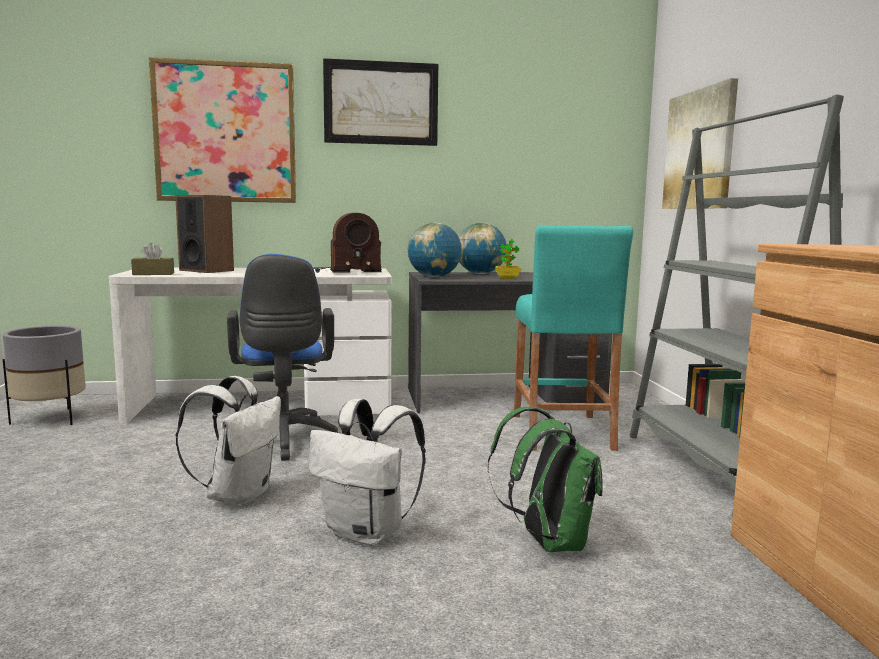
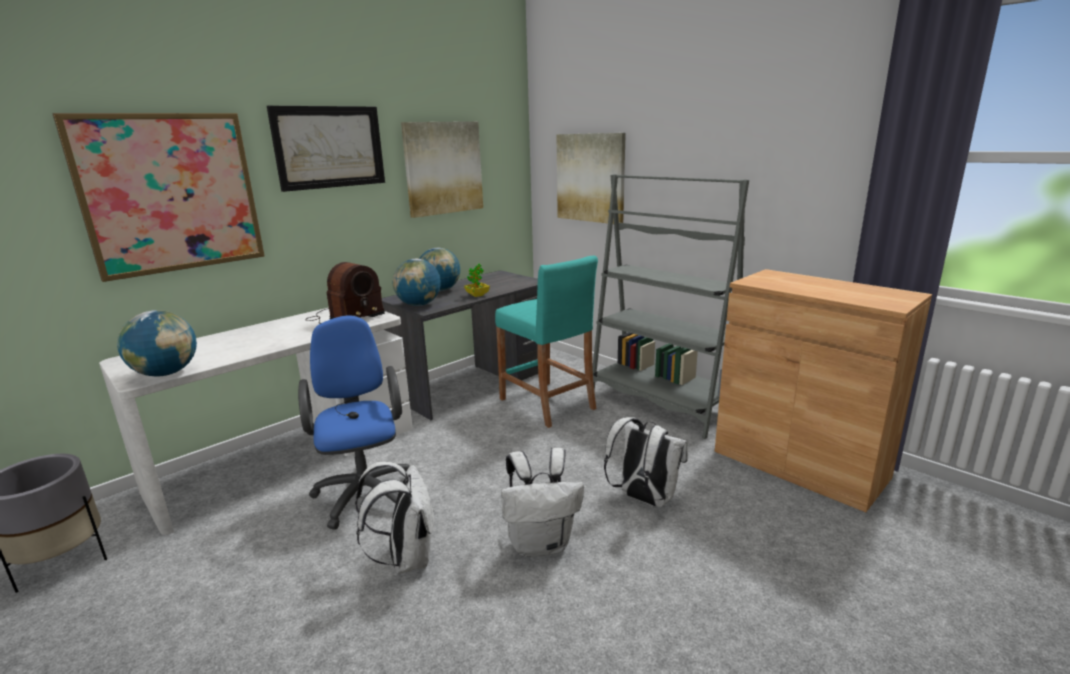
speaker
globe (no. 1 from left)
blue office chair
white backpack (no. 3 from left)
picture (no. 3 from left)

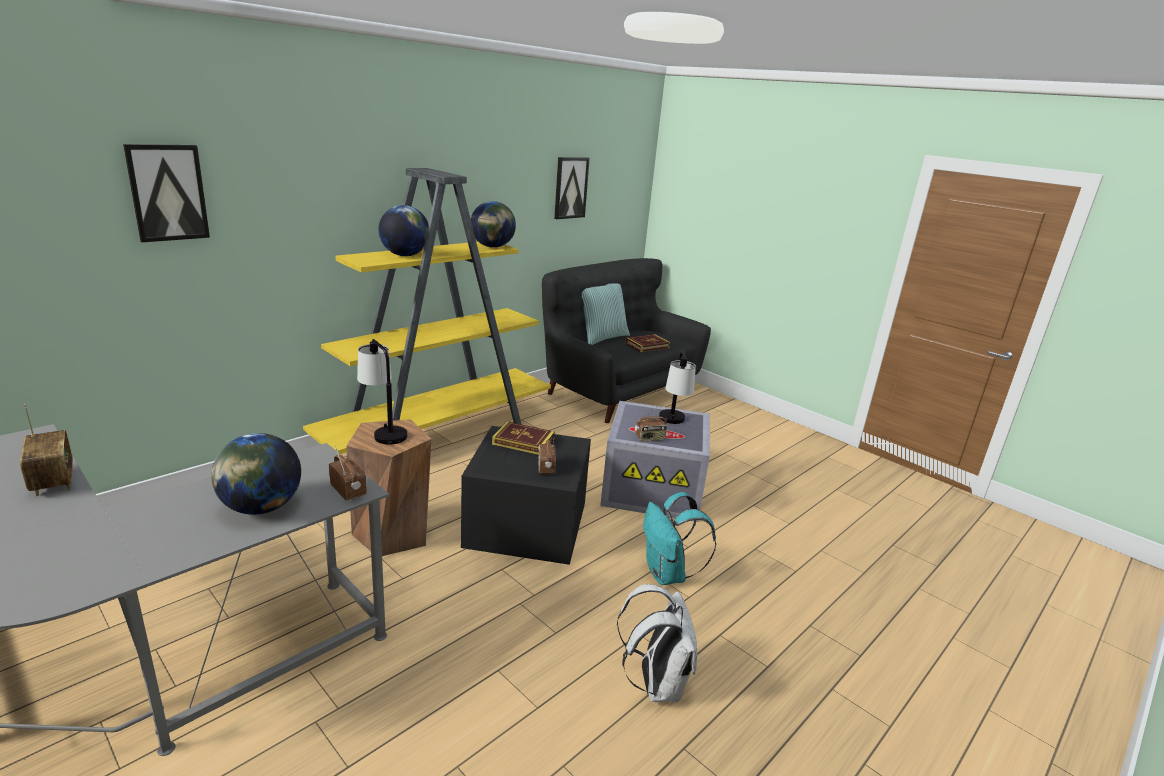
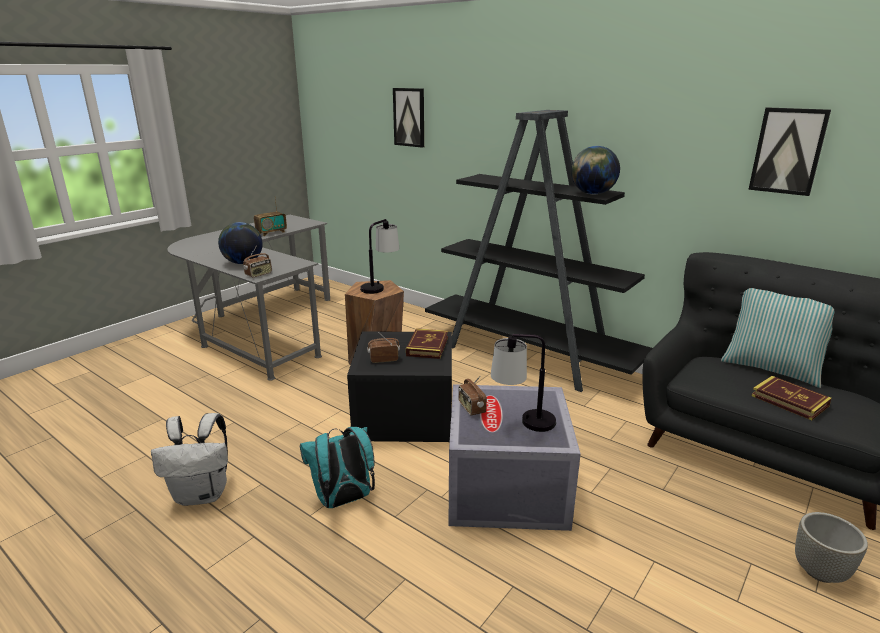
black bookcase
globe (no. 2 from left in the first image)
grey planter

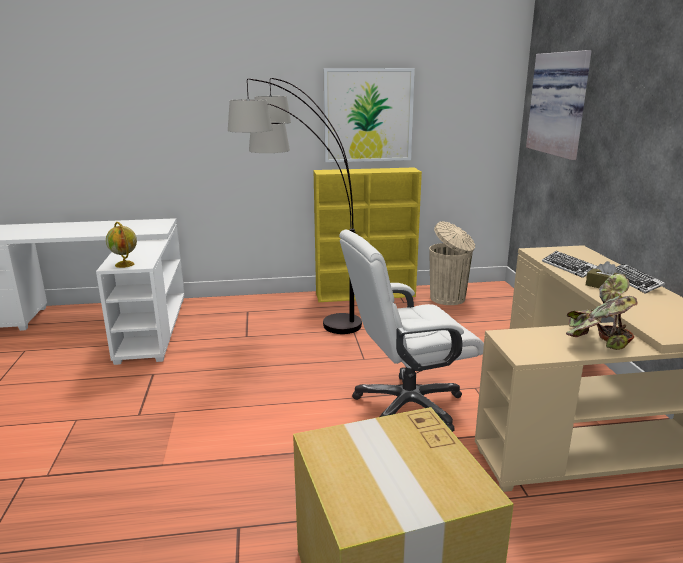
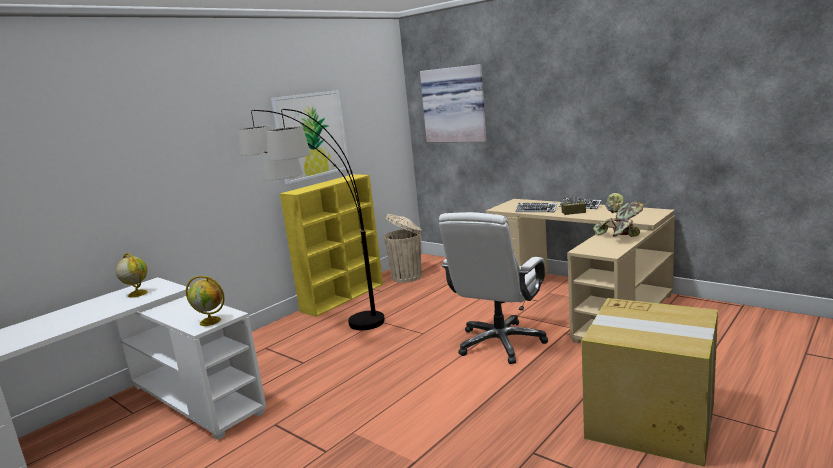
globe (no. 1 from left)

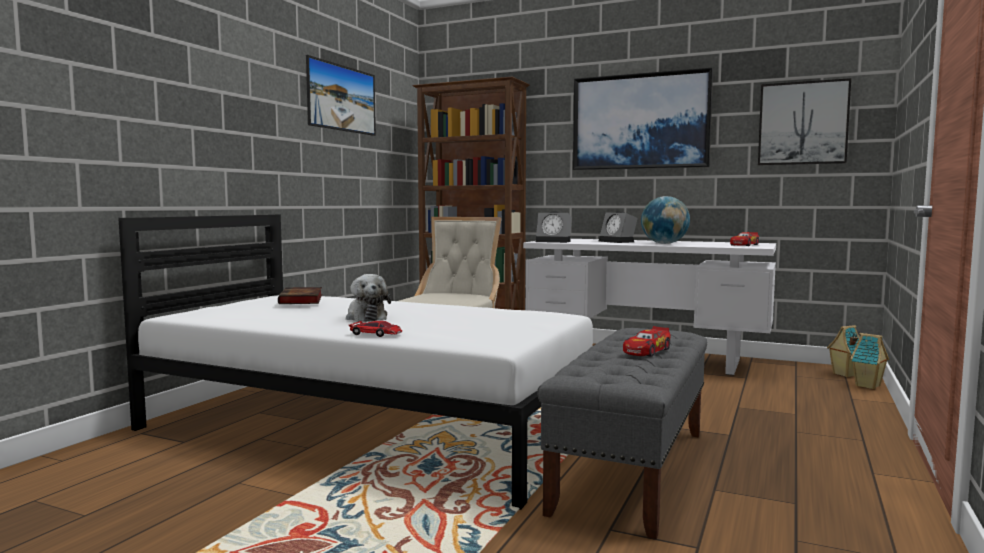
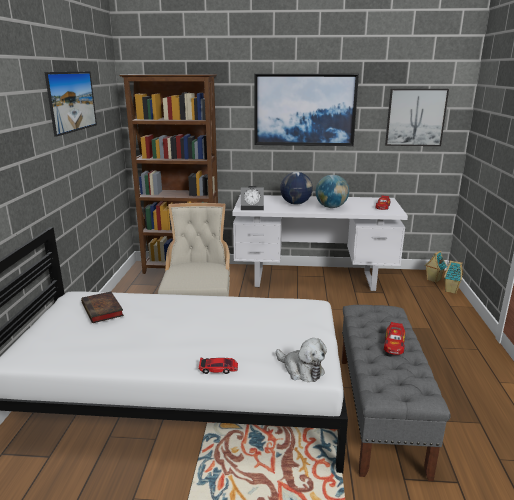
globe (no. 1 from left)
plush toy

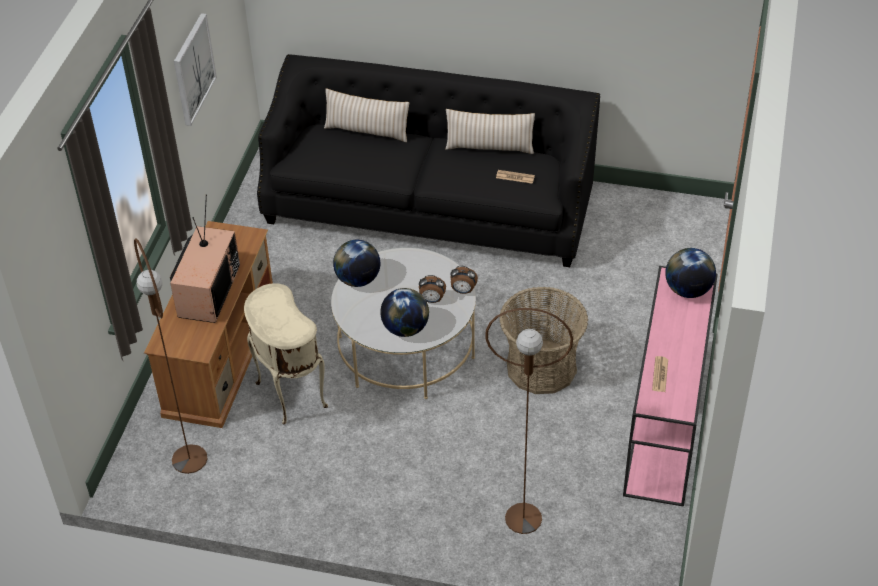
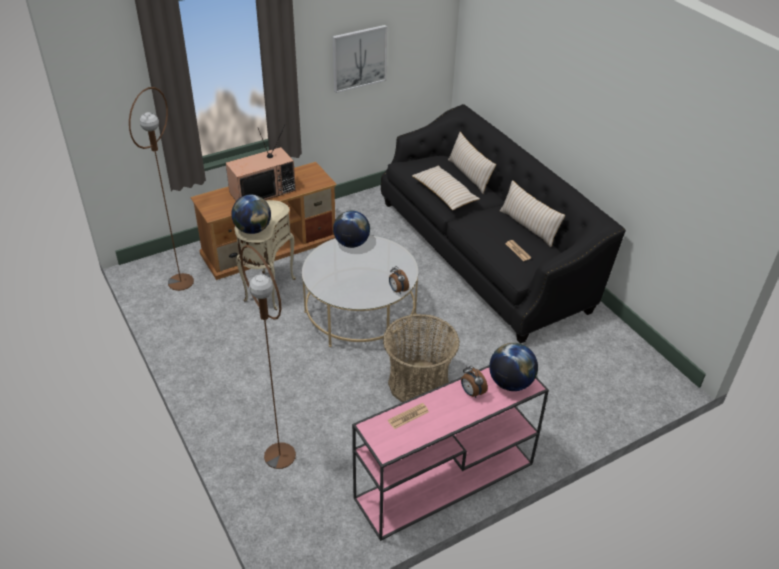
alarm clock (no. 2 from left)
globe (no. 1 from left)
beige pillow (no. 1 from left)

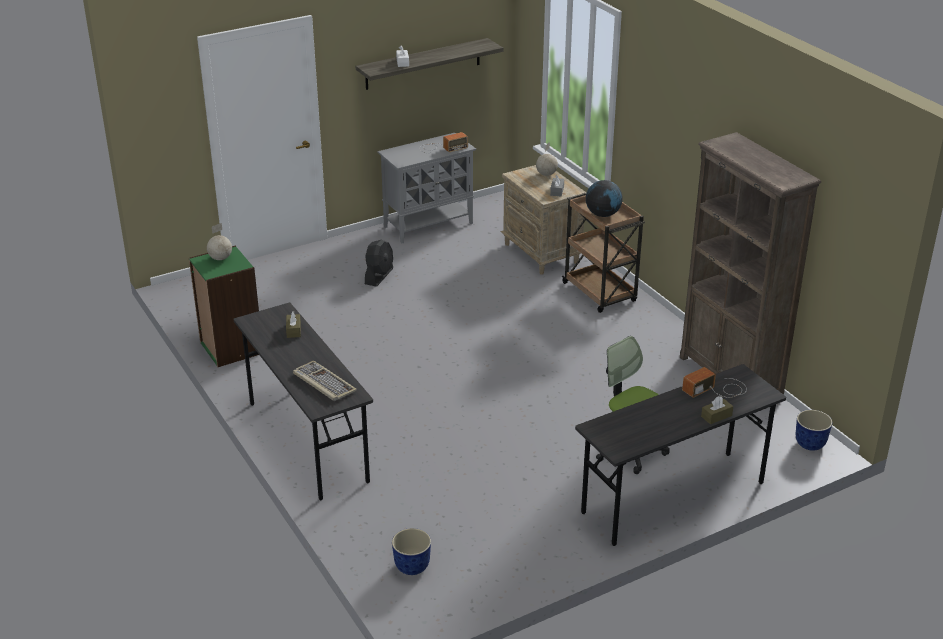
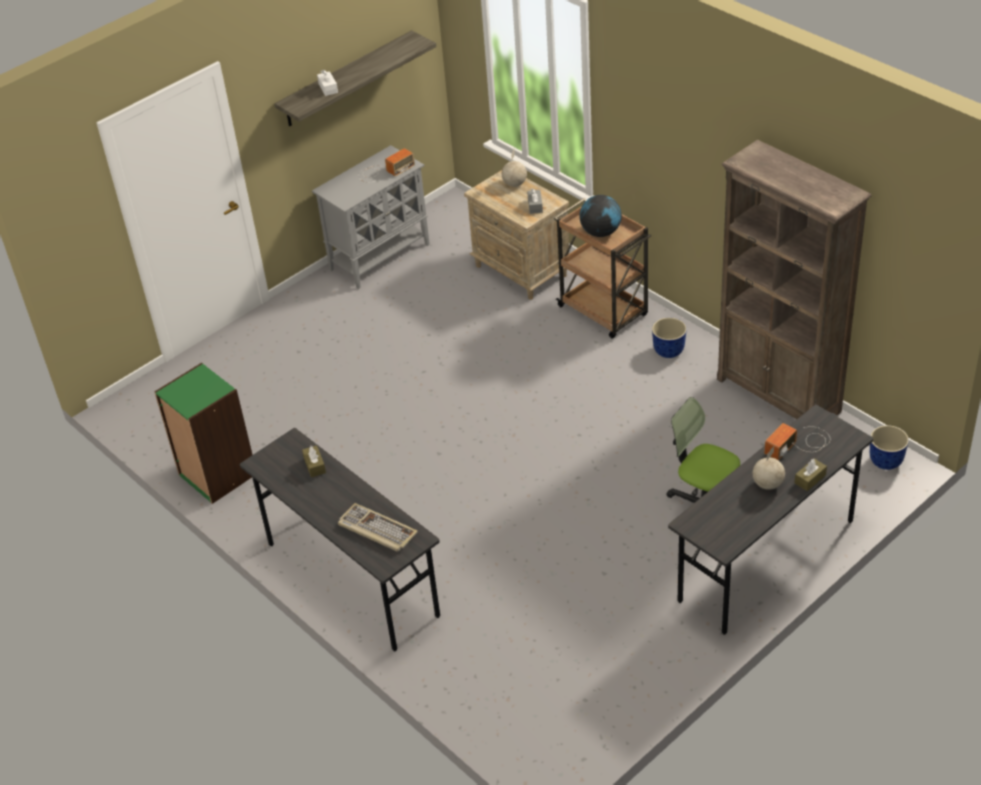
globe (no. 3 from left)
black fan
planter (no. 1 from left)

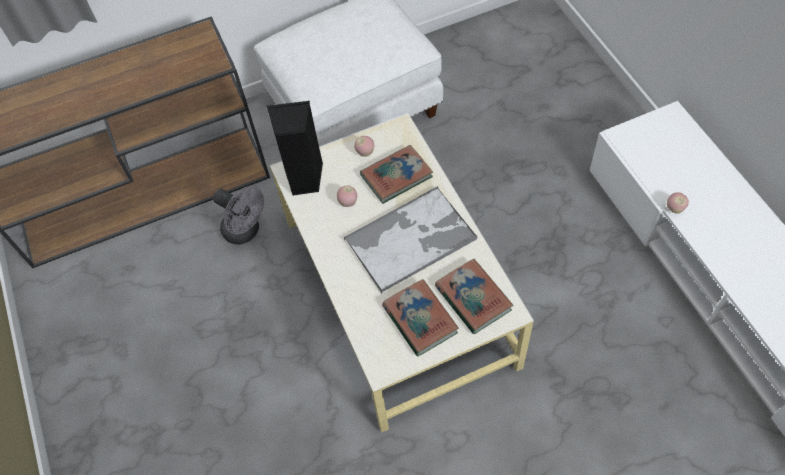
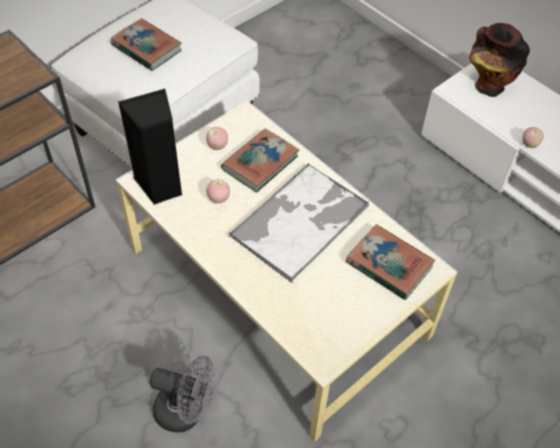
grey fan
book (no. 1 from left)
vase

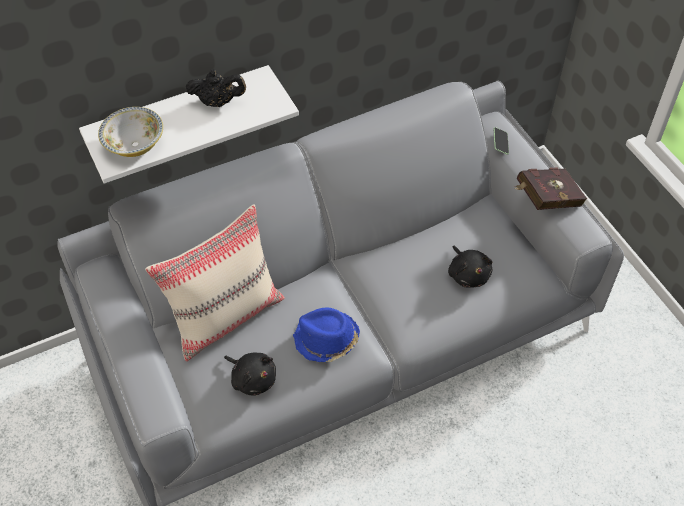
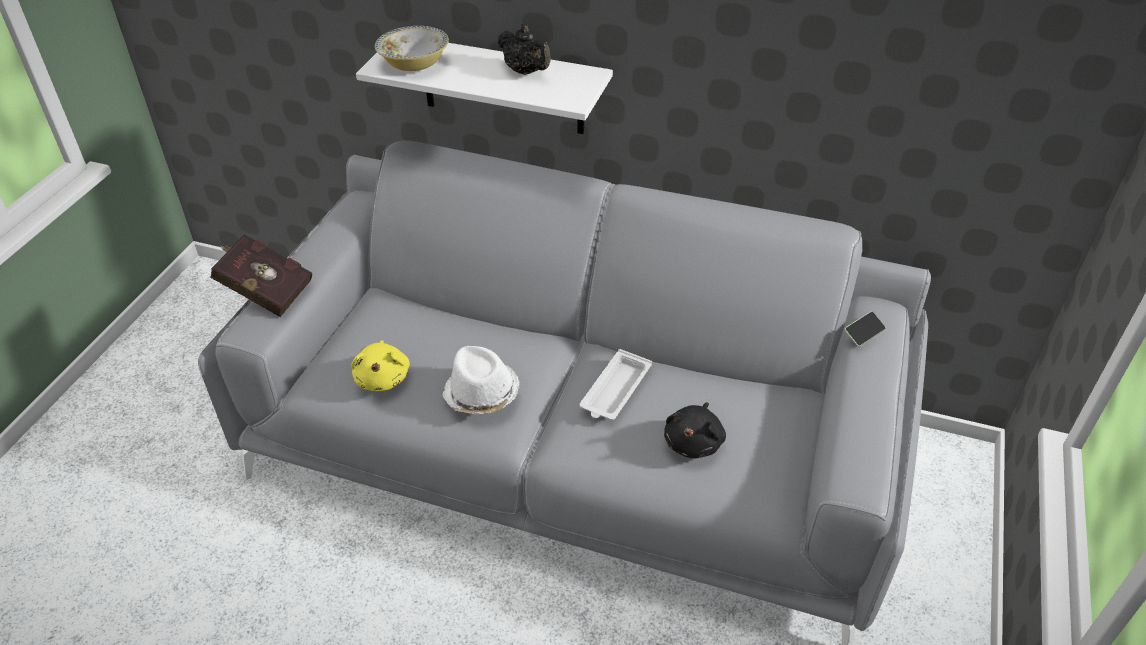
red book
beige pillow
white hat
yellow plush toy
white tray

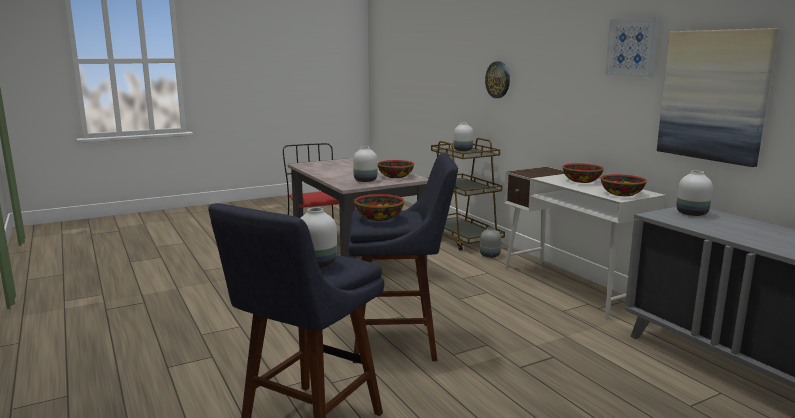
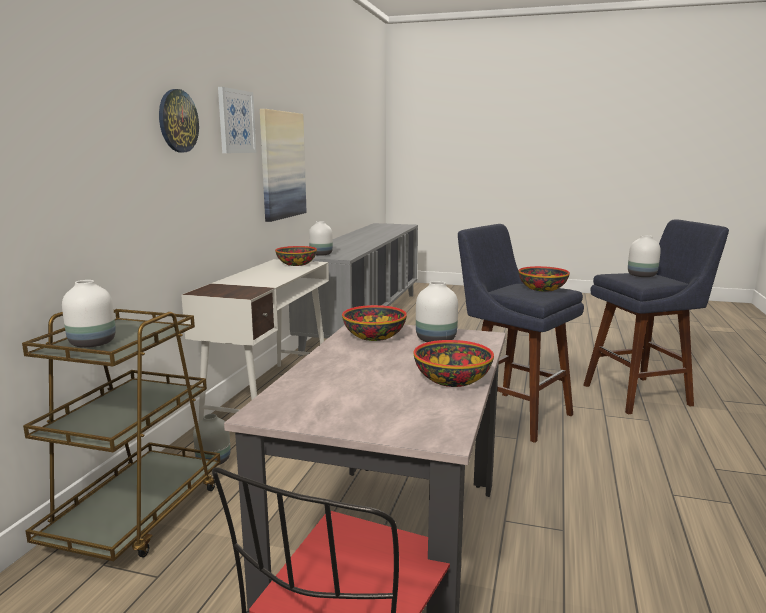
wall clock
bowl (no. 3 from left)

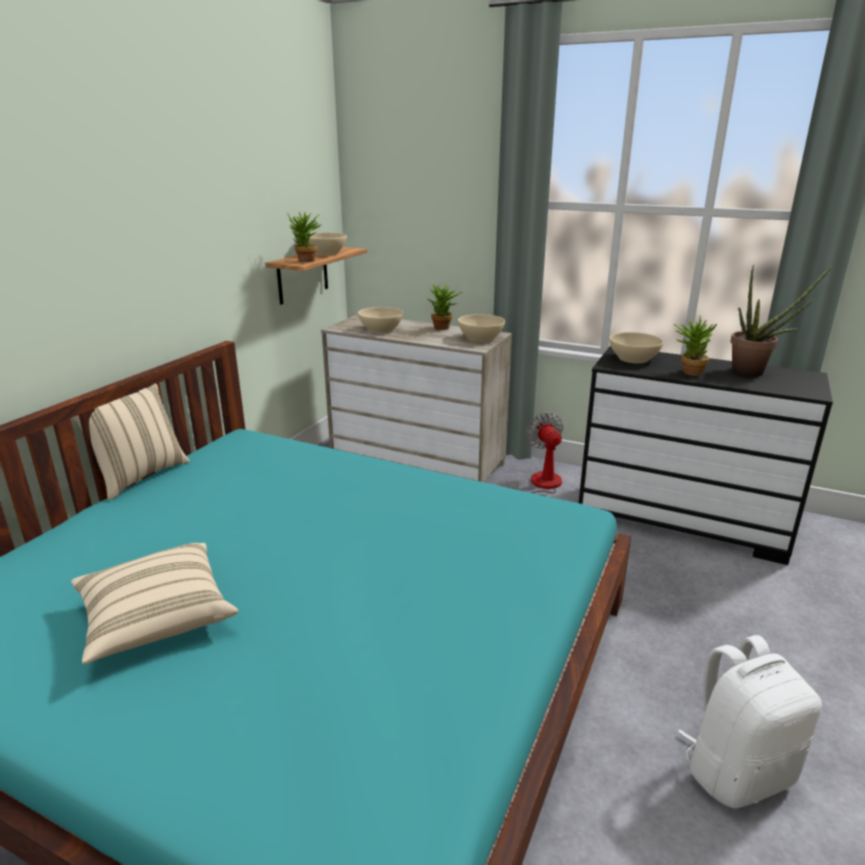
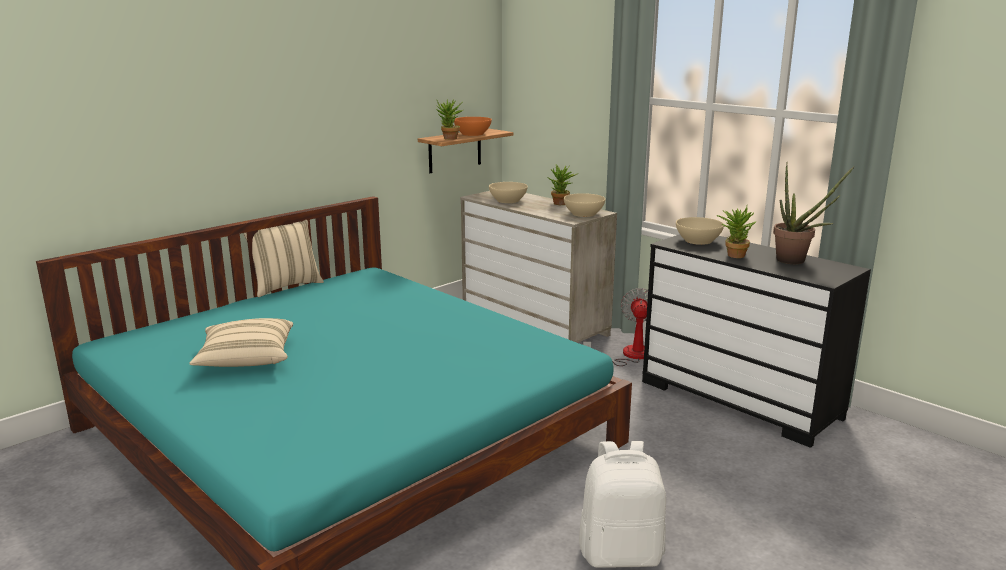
orange bowl

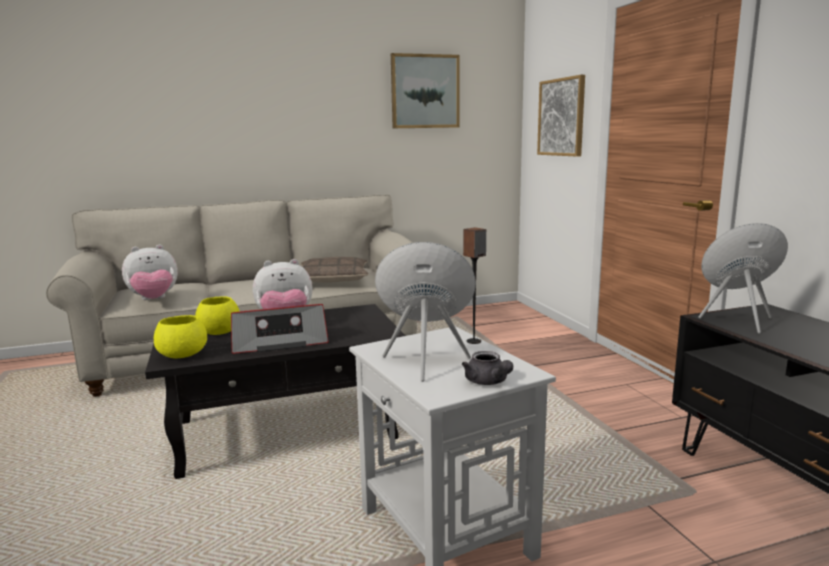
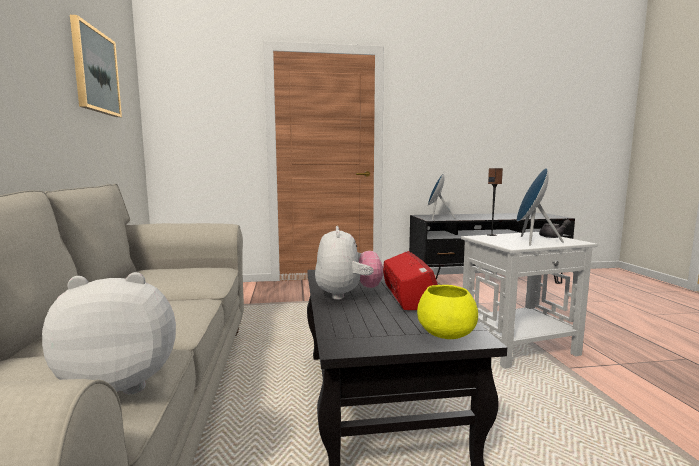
picture (no. 2 from left in the first image)
plush toy (no. 1 from left)
pillow
yellow bowl (no. 2 from left in the first image)

